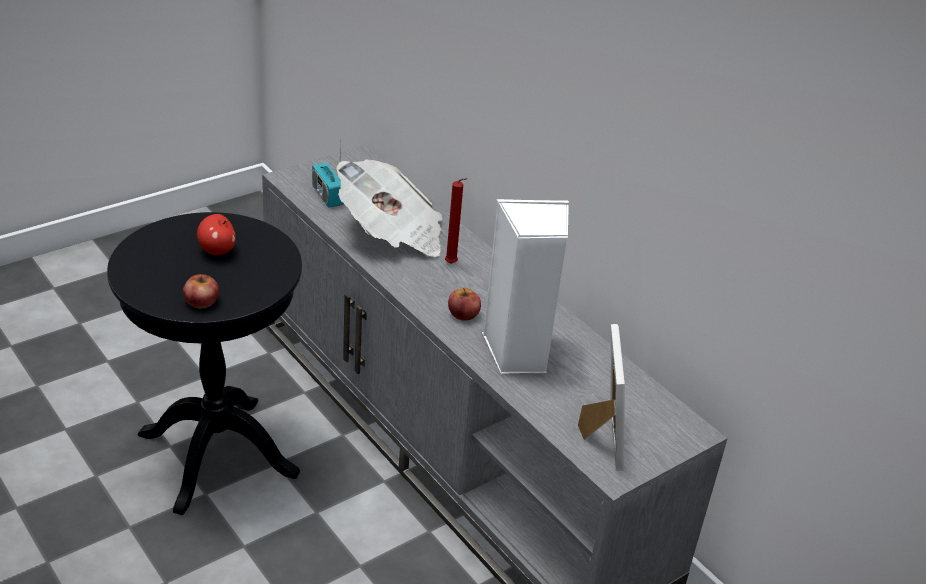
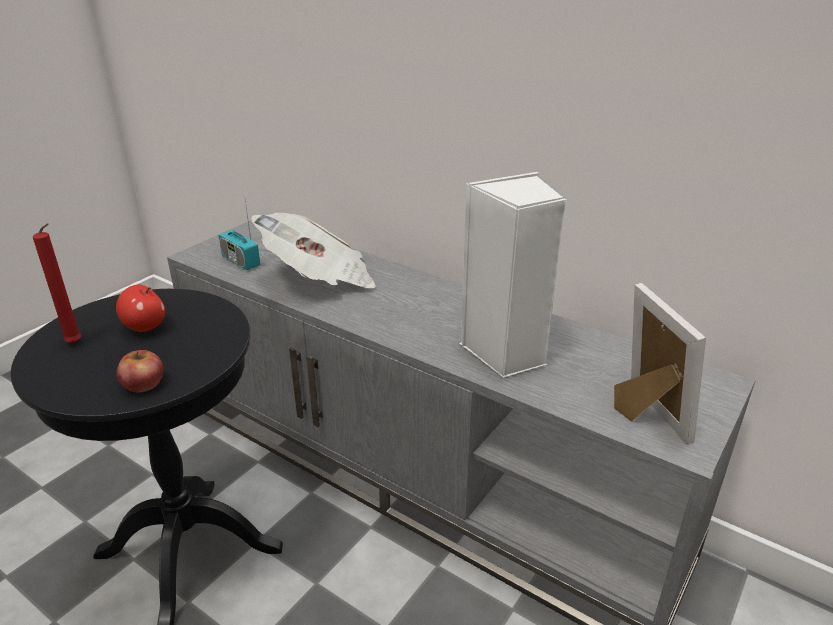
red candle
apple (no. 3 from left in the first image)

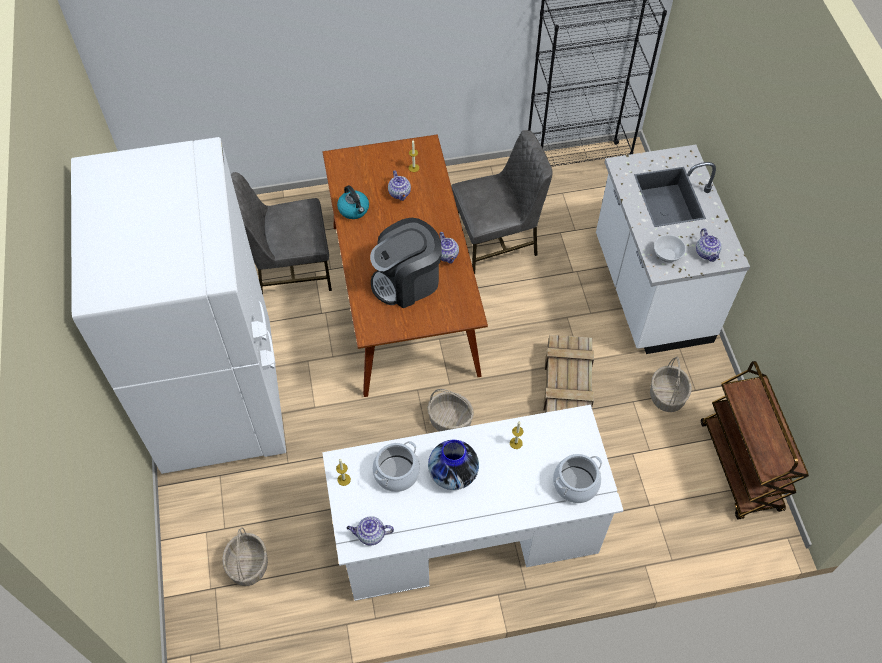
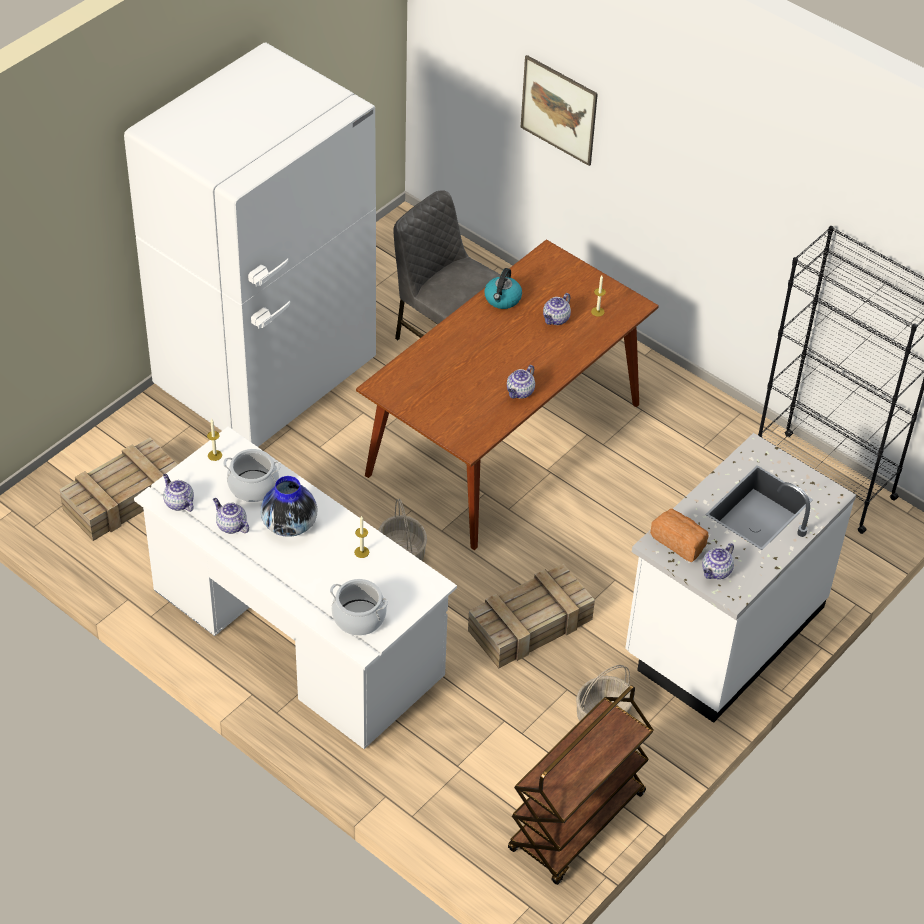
grey chair (no. 2 from left in the first image)
coffee machine
bread
crate (no. 1 from left)
picture
teapot (no. 2 from left)

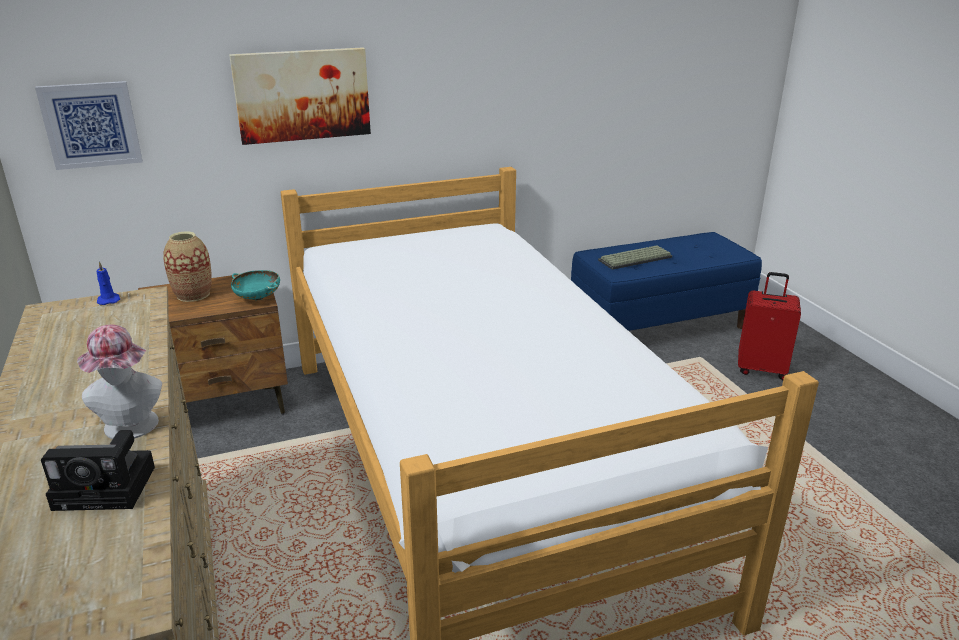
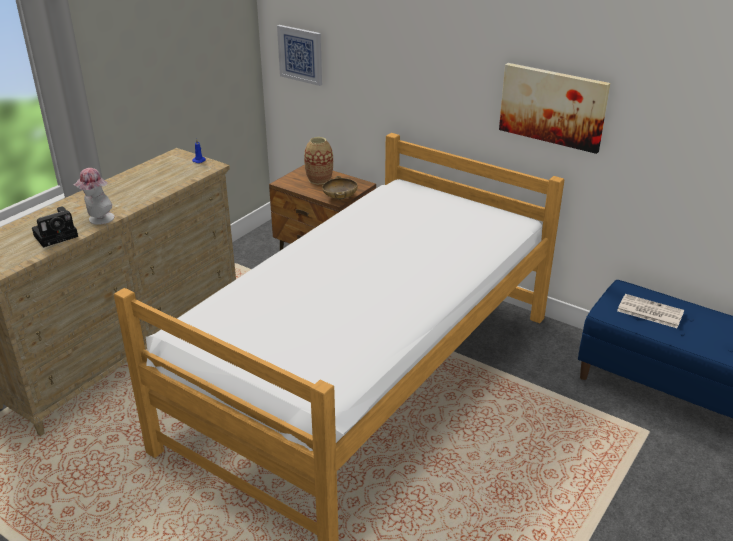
picture (no. 2 from left)
newspaper
beige bowl
red suitcase
photo camera

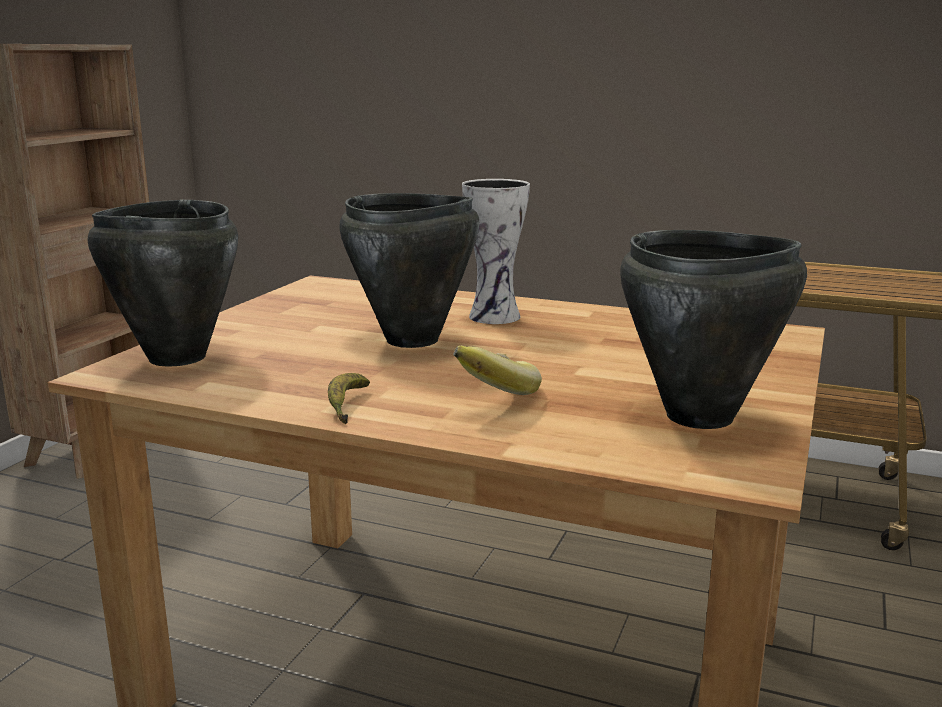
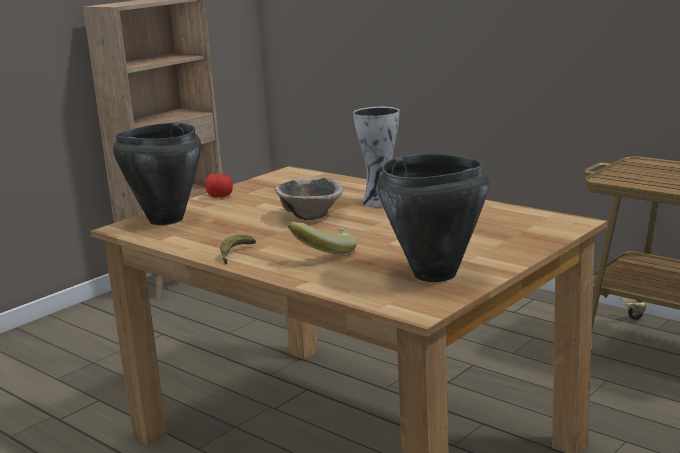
bowl
tomato

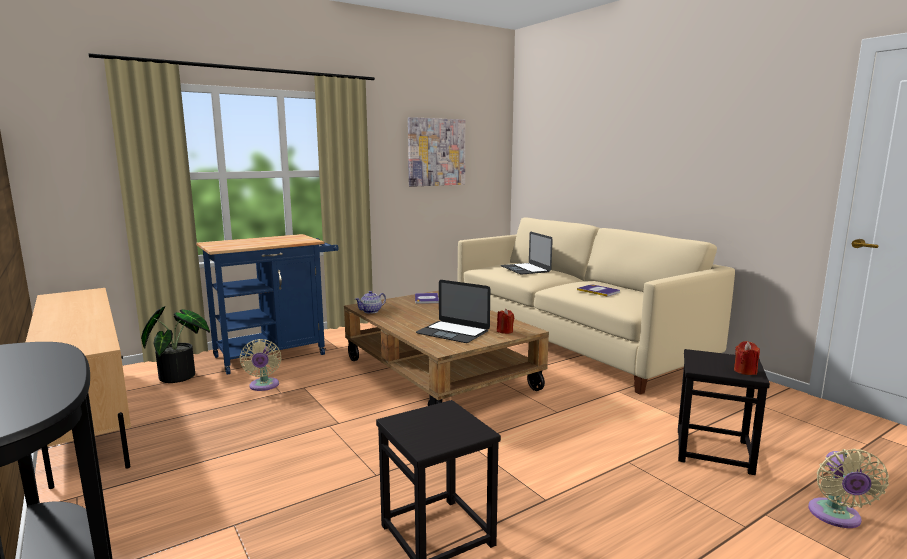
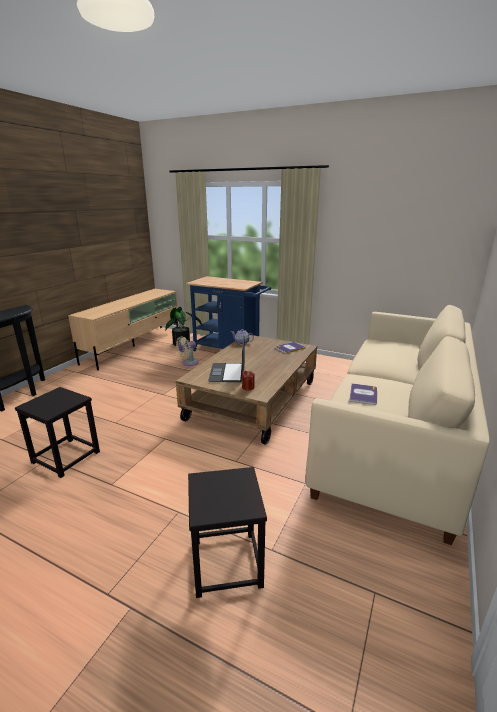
picture
laptop (no. 2 from left in the first image)
red candle (no. 2 from left in the first image)
beige fan (no. 2 from left in the first image)

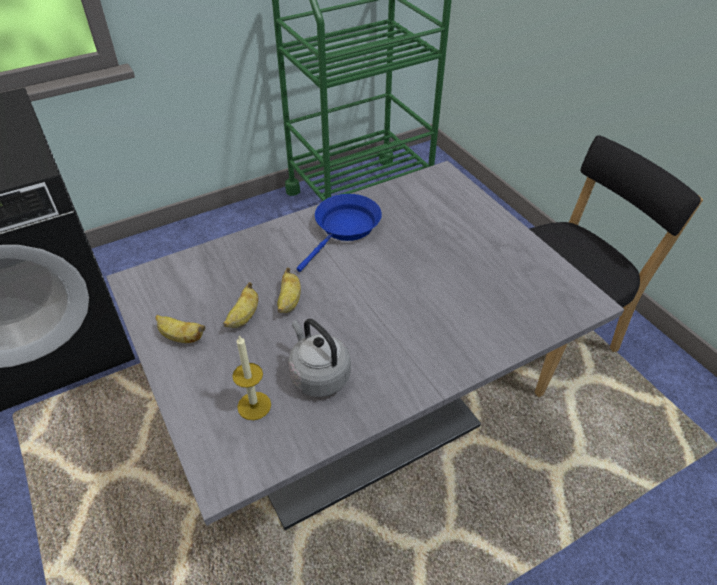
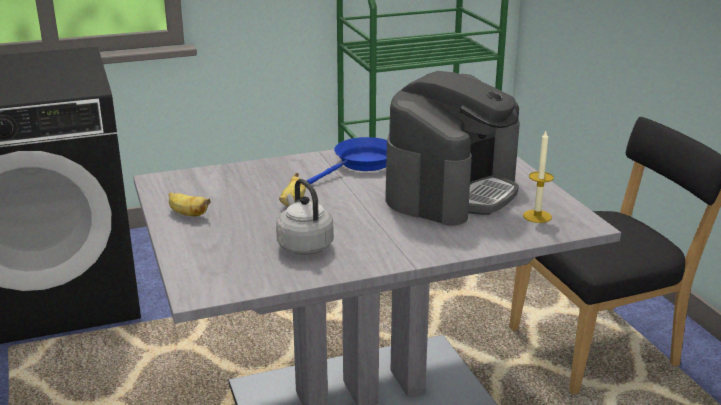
banana (no. 2 from left in the first image)
candle
coffee machine

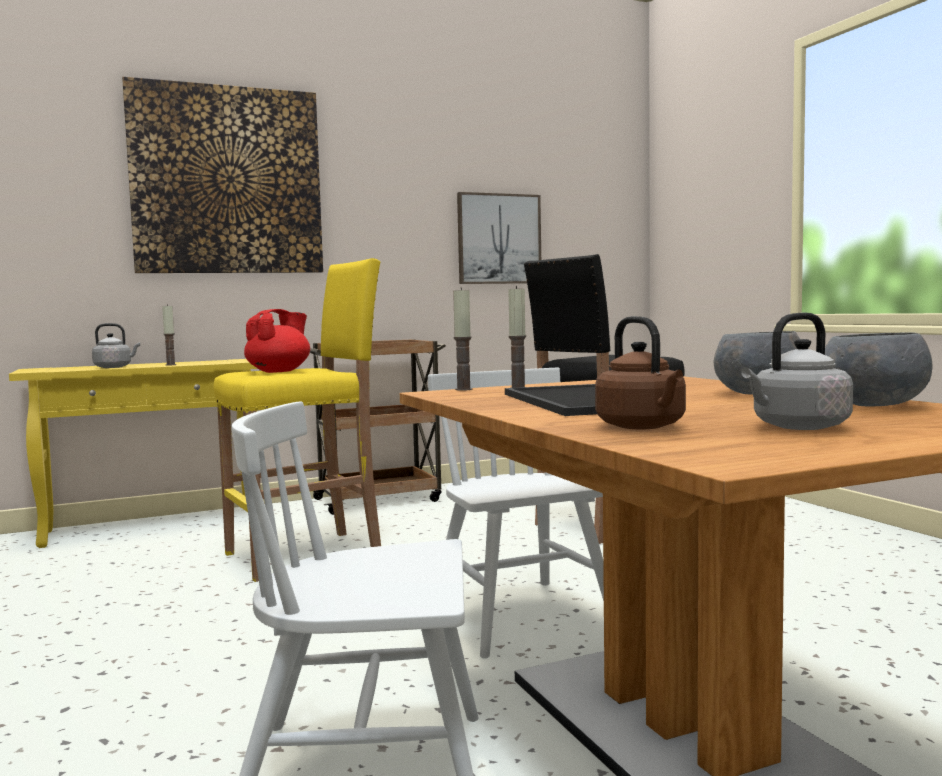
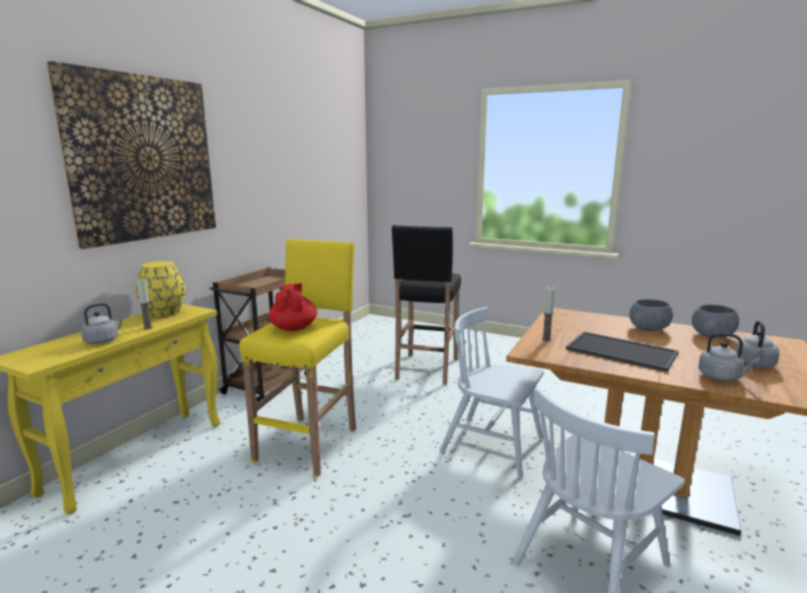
picture (no. 2 from left in the first image)
candle (no. 2 from left in the first image)
grey kettle (no. 2 from left)
yellow vase

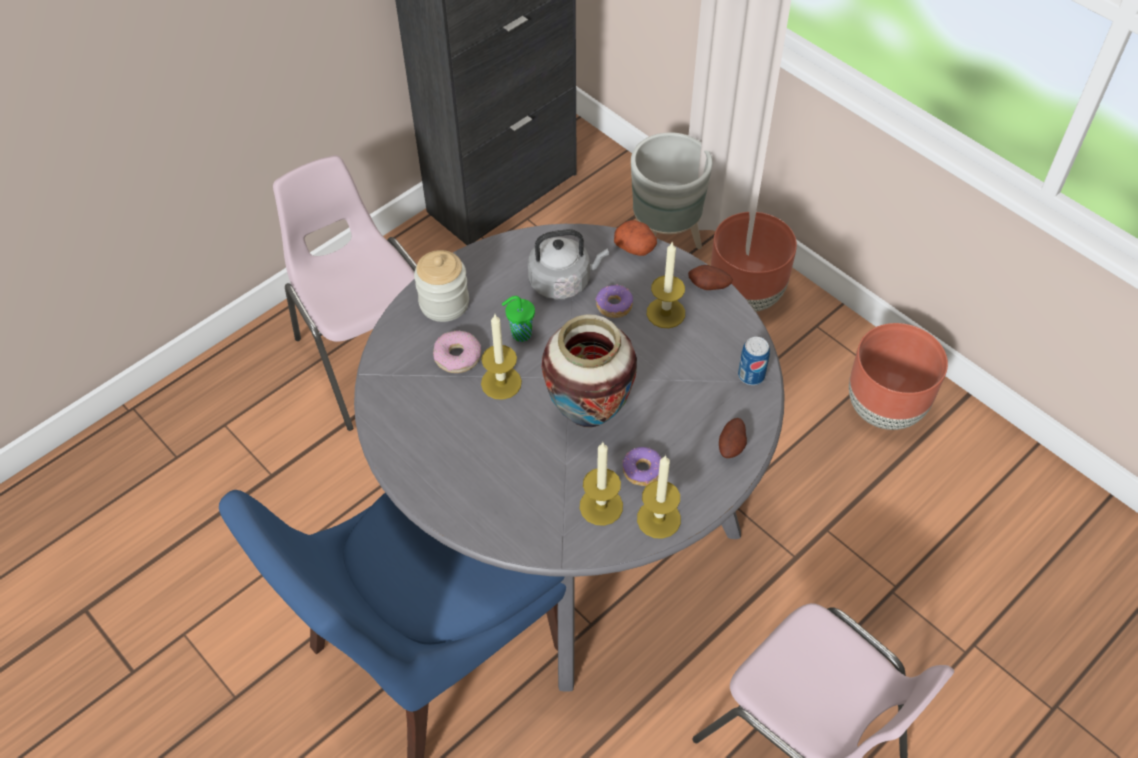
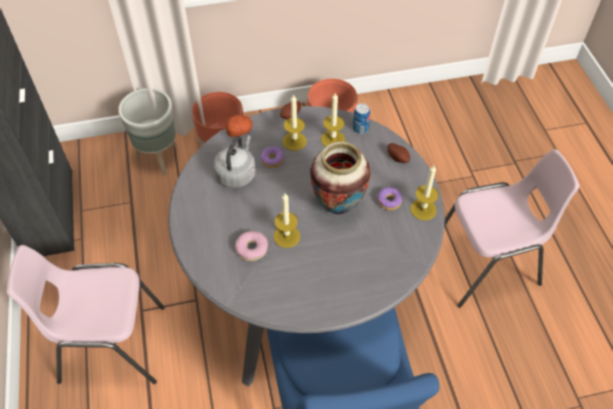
jar
green cup
candle (no. 3 from left)

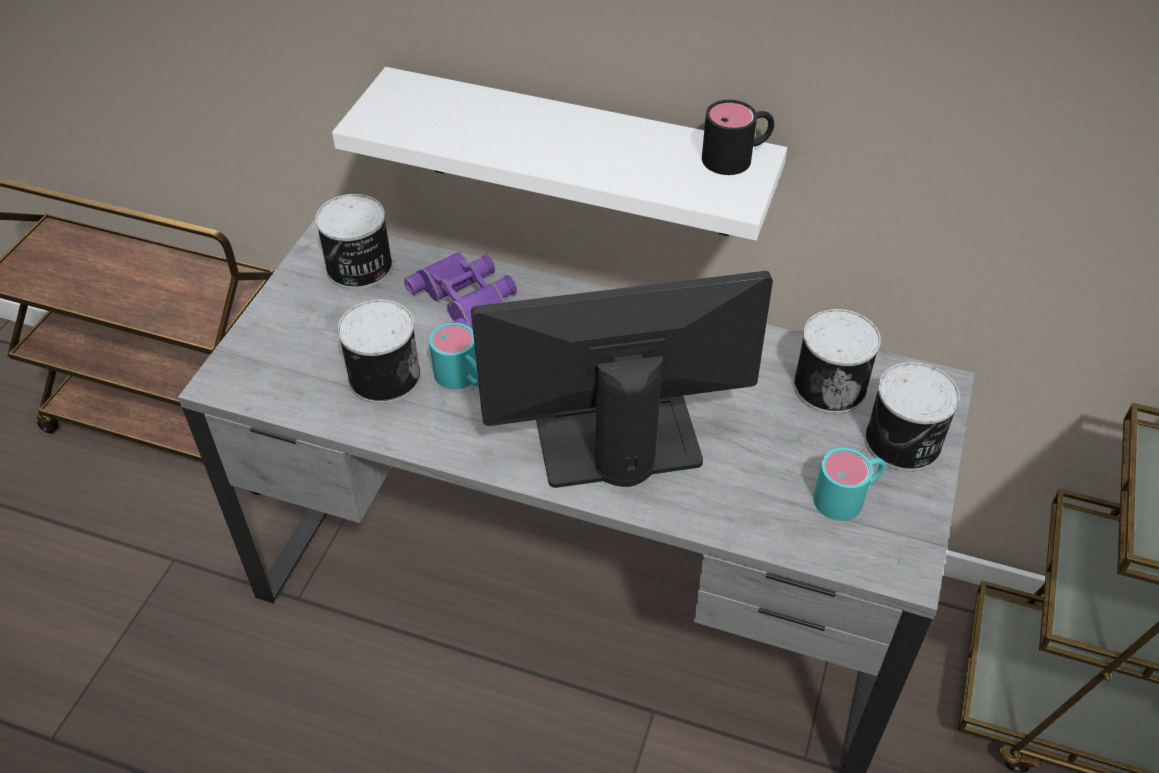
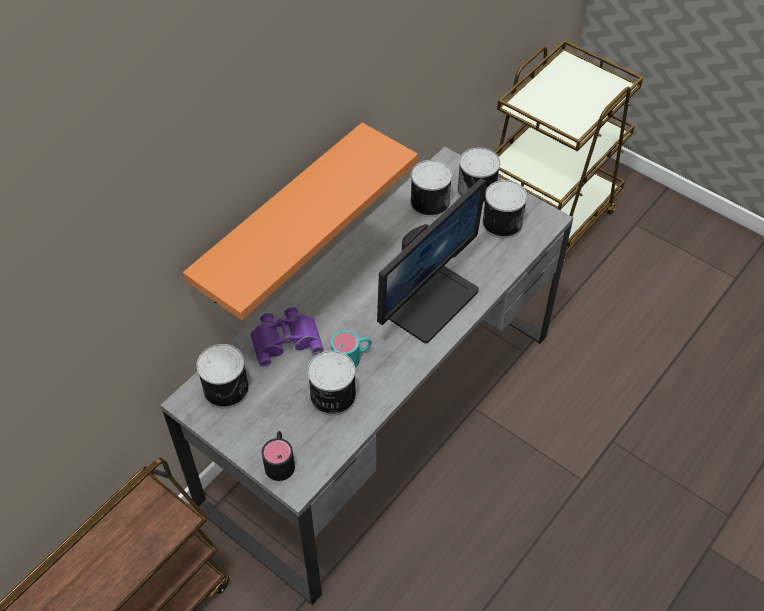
orange shelf
black mug
monitor
can (no. 5 from left)

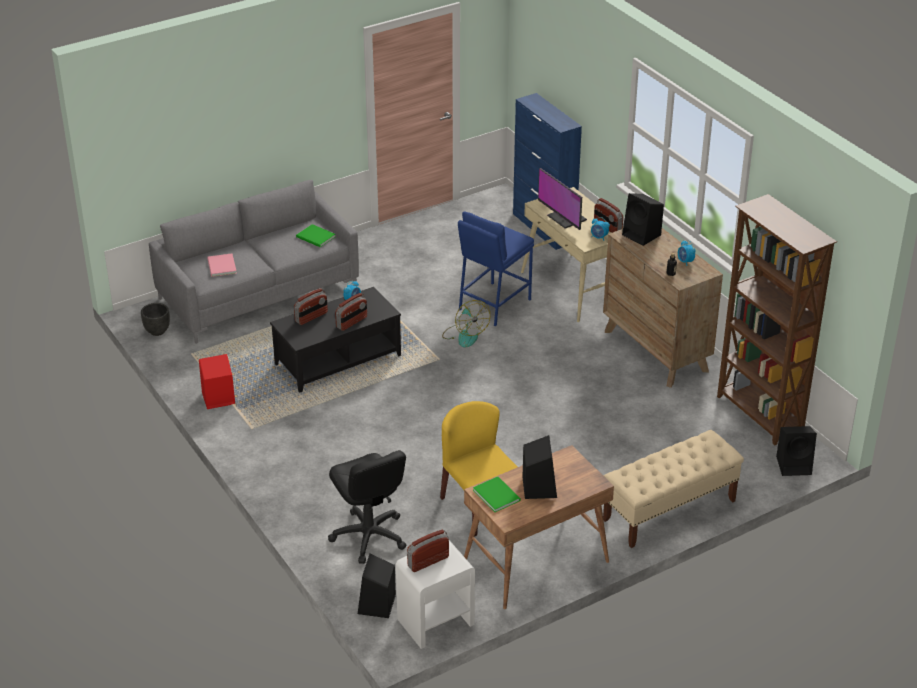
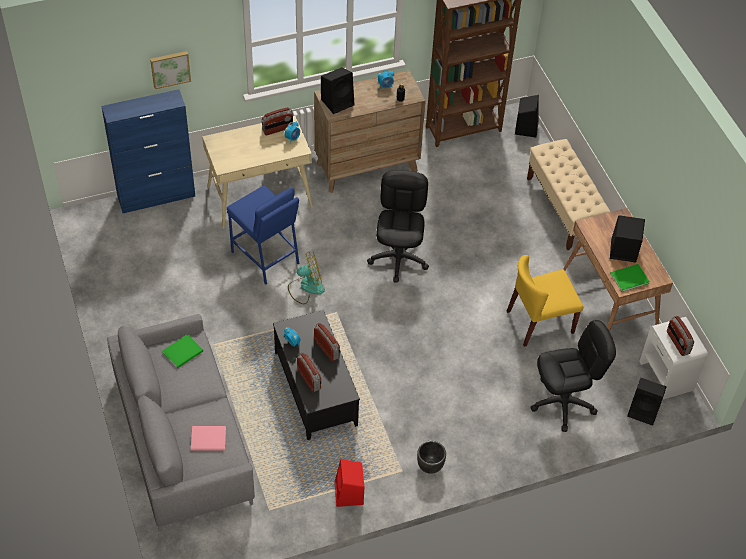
monitor
black planter
picture
black office chair (no. 1 from left)

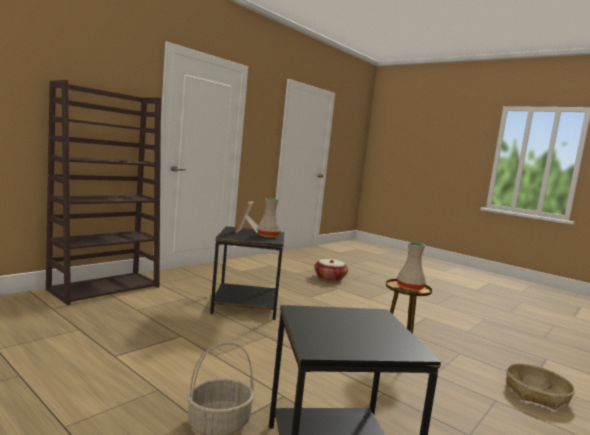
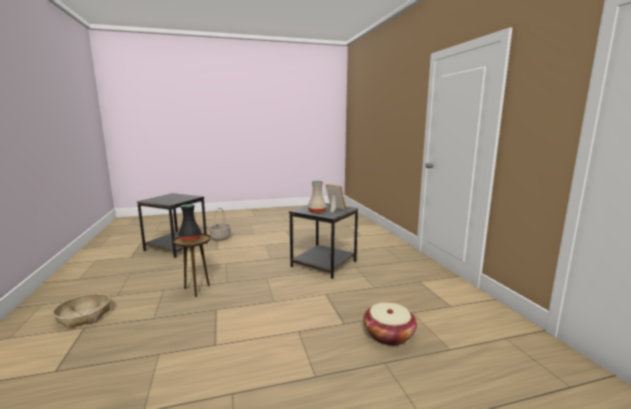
brown bookcase
black vase

